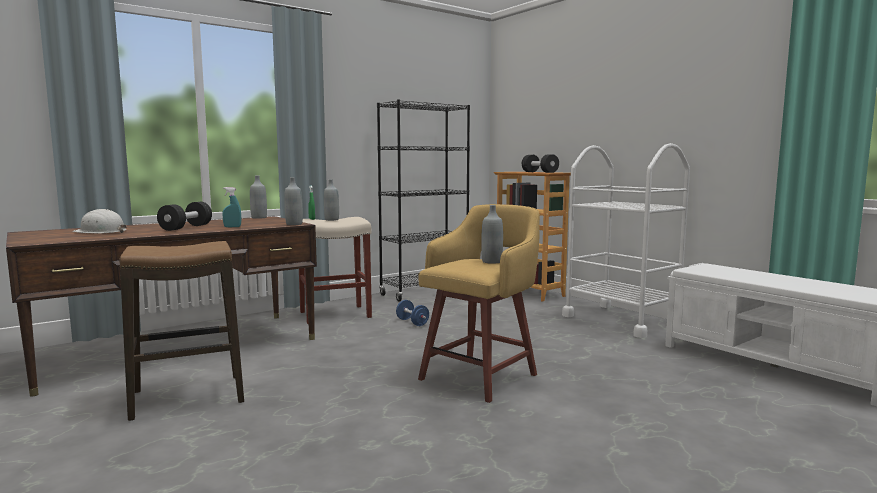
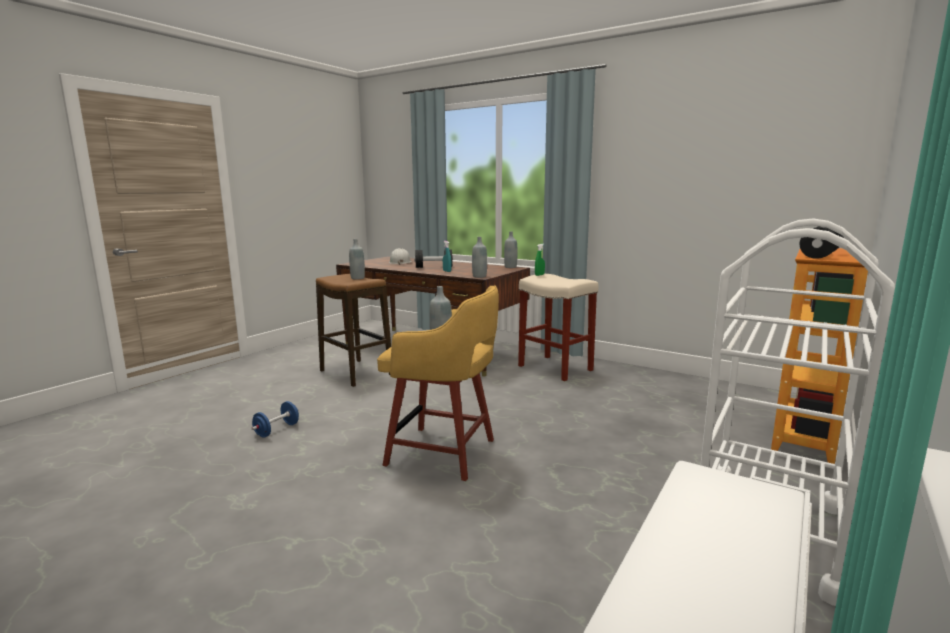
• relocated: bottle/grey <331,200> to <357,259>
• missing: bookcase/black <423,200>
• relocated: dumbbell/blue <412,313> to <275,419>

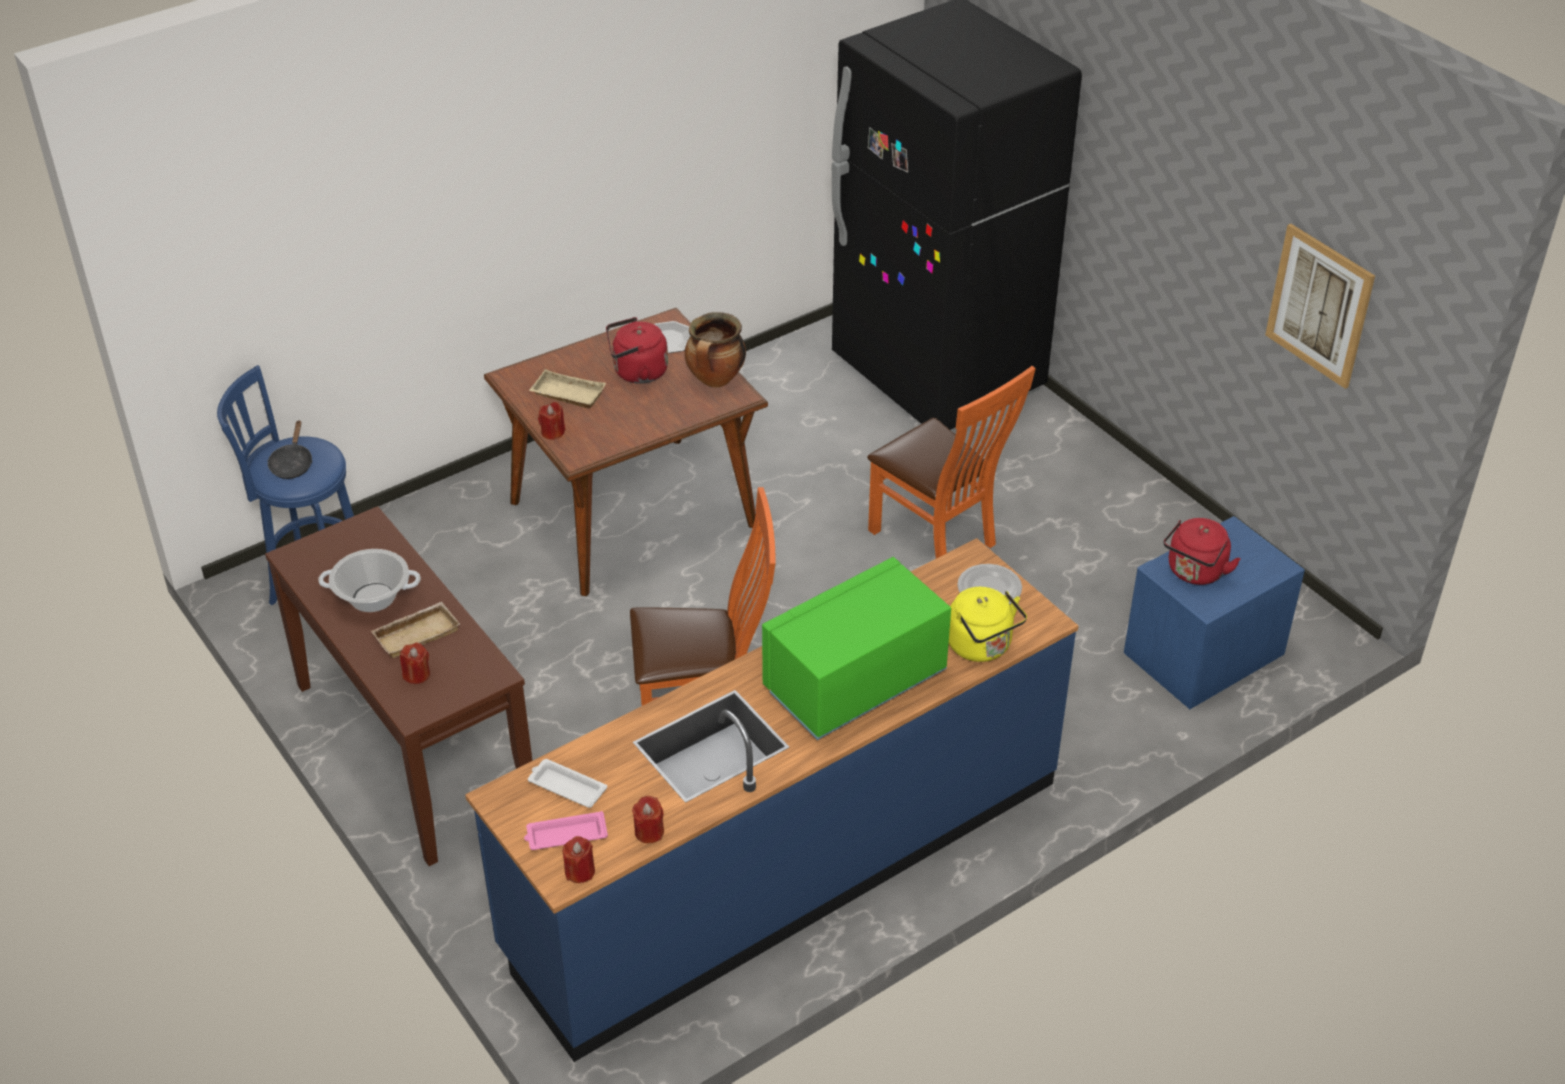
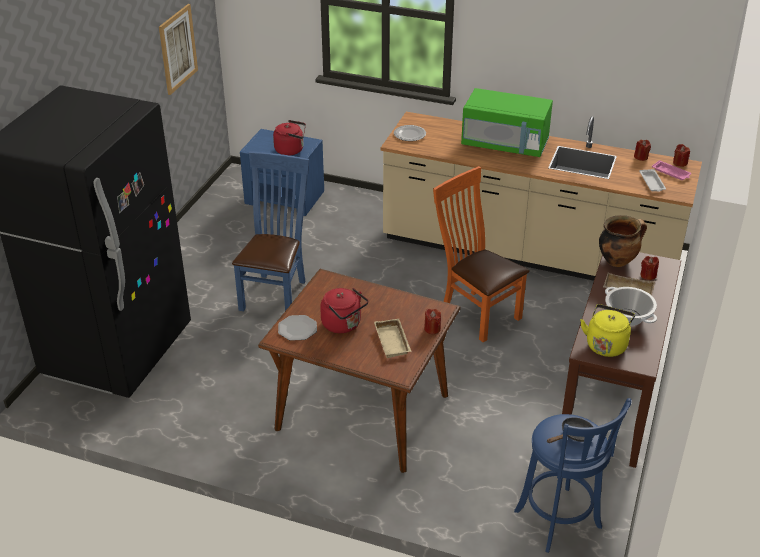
• colour: counter/blue <771,800> to counter/beige <541,196>
• relocated: cooking pot <715,349> to <623,241>
• colour: chair/orange <951,462> to chair/blue <270,231>
• relocated: kettle/yellow <988,624> to <607,330>

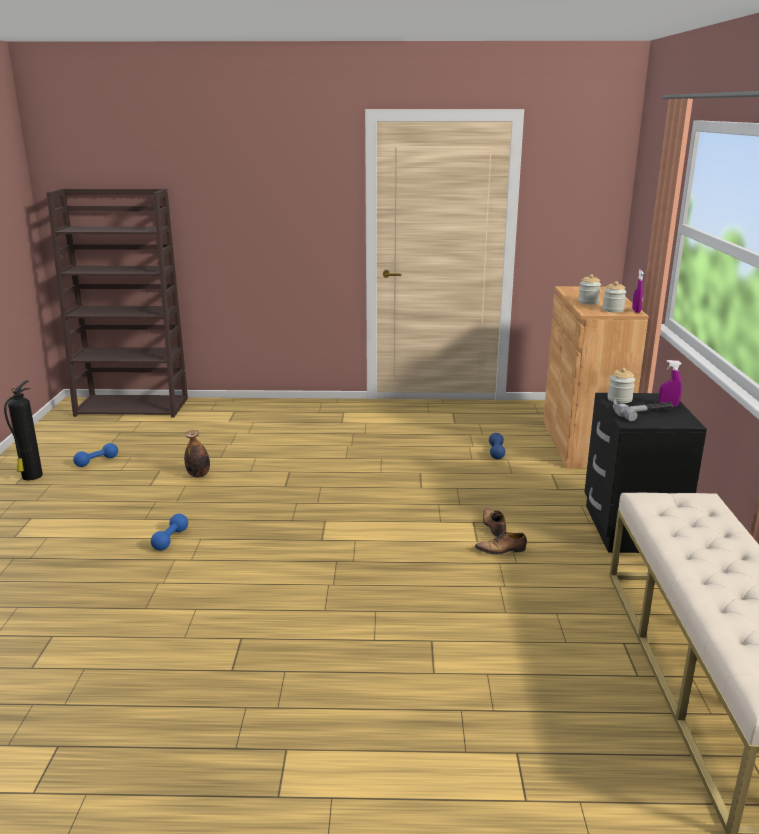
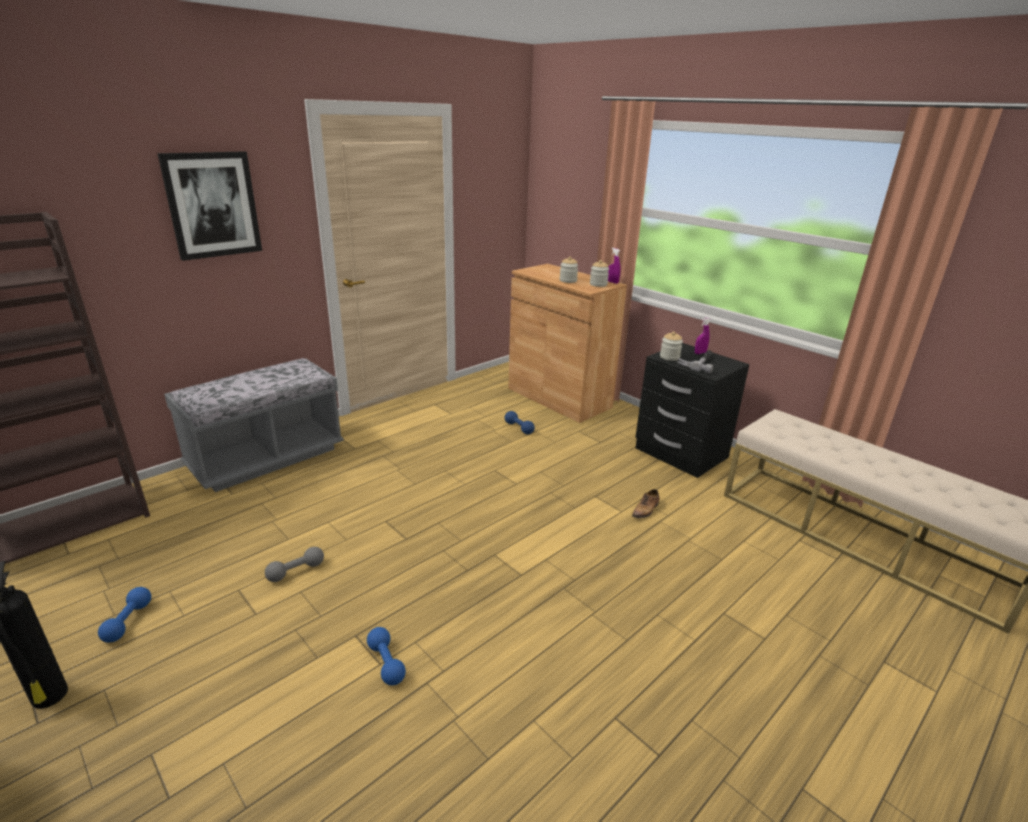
• exchanged: bottle <197,453> to dumbbell/grey <294,564>
• missing: shoe <494,522>
• appeared: picture <209,206>
• appeared: bench/grey <254,425>

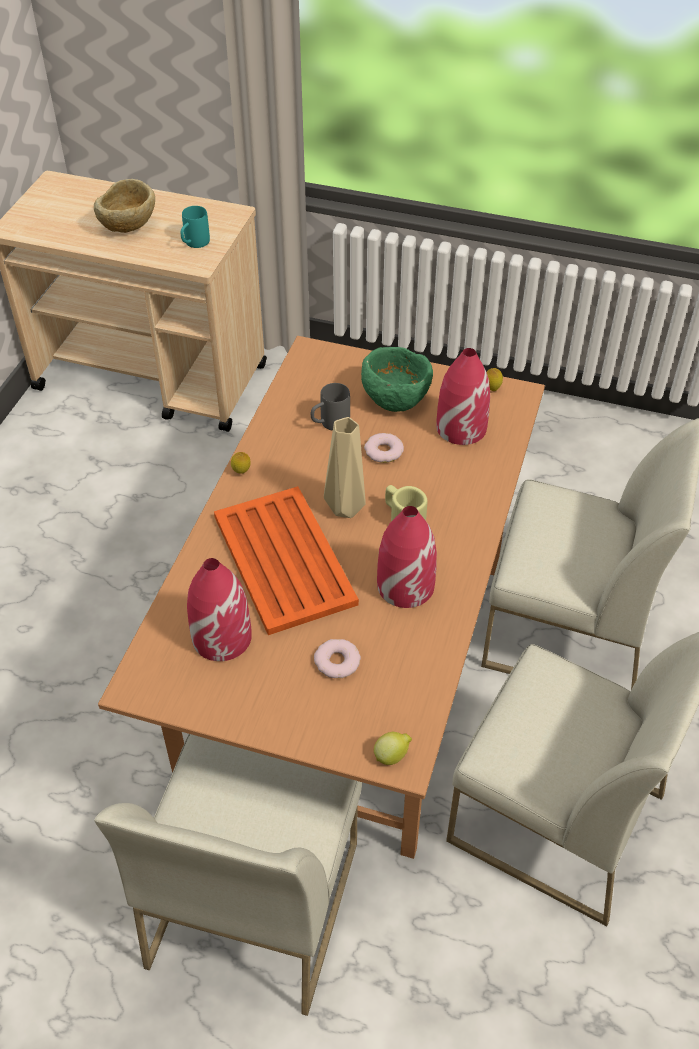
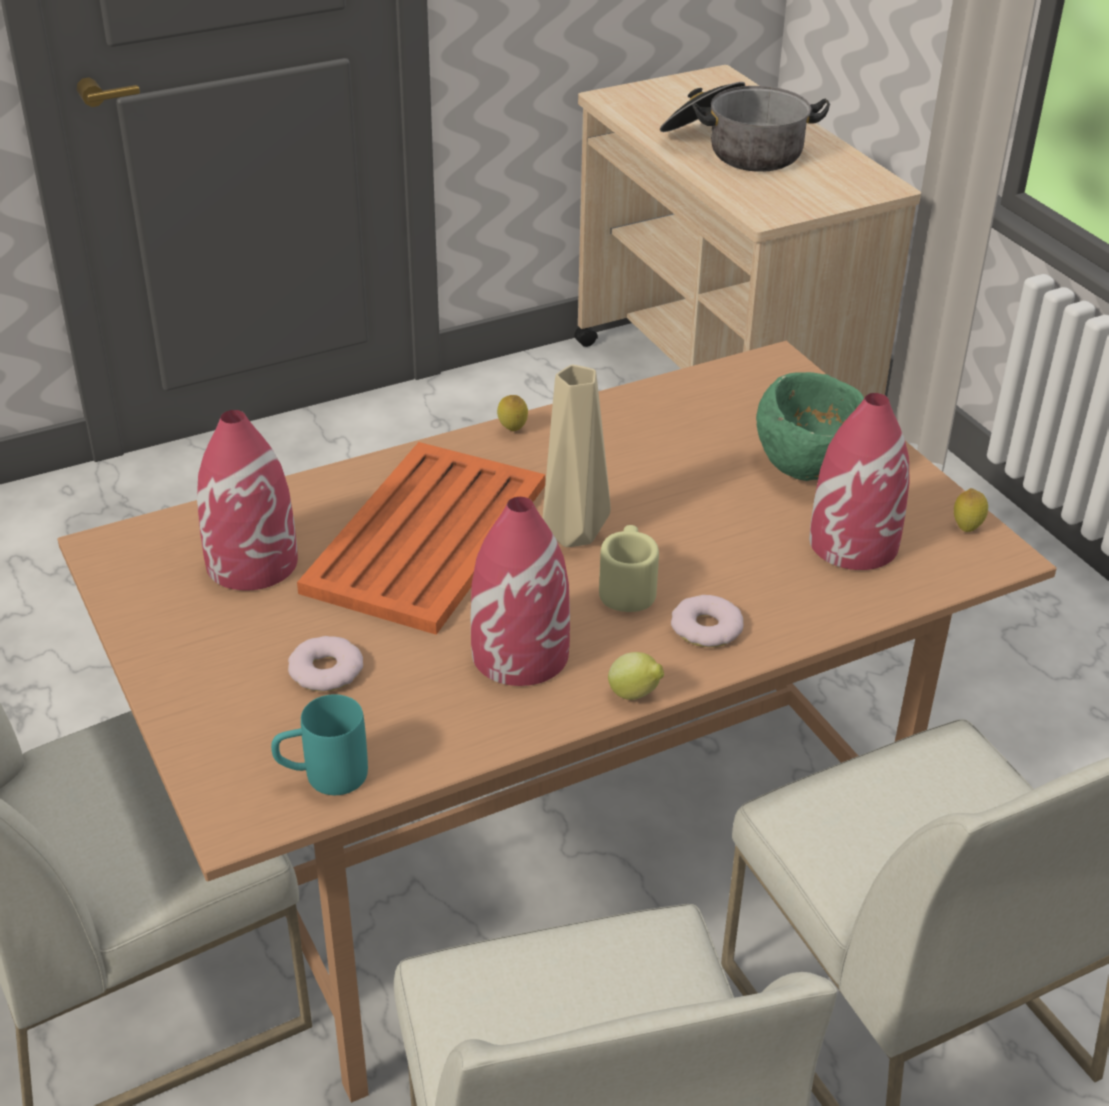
• exchanged: bowl/beige <124,206> to cooking pot <745,127>
• relocated: mug/turquoise <195,227> to <319,744>
• missing: mug/grey <330,407>
• relocated: donut <384,448> to <707,621>
• relocated: lemon <393,748> to <636,676>

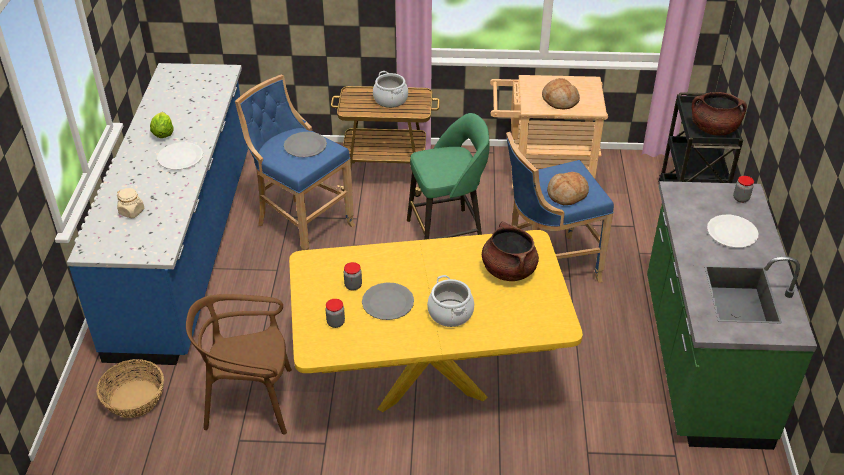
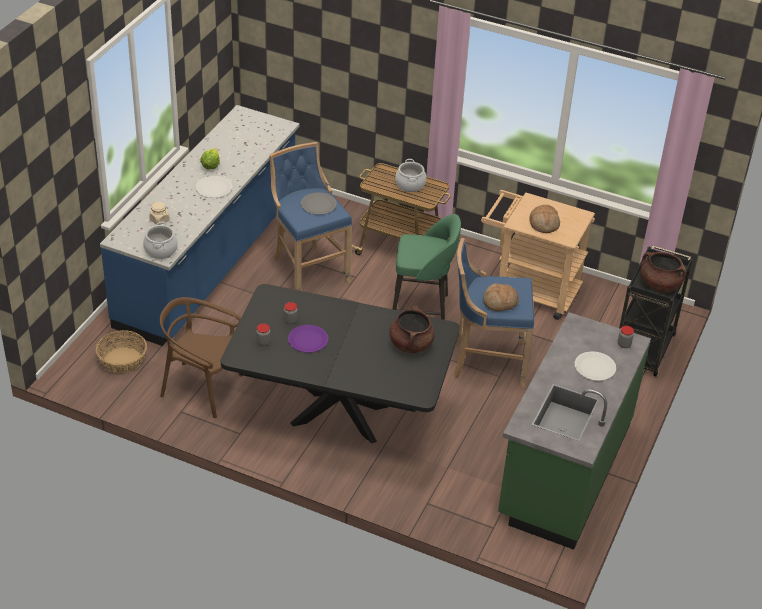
• colour: dining table/yellow <436,321> to dining table/black <340,363>
• colour: plate/grey <388,301> to plate/purple <308,339>
• relocated: cooking pot <450,301> to <160,240>

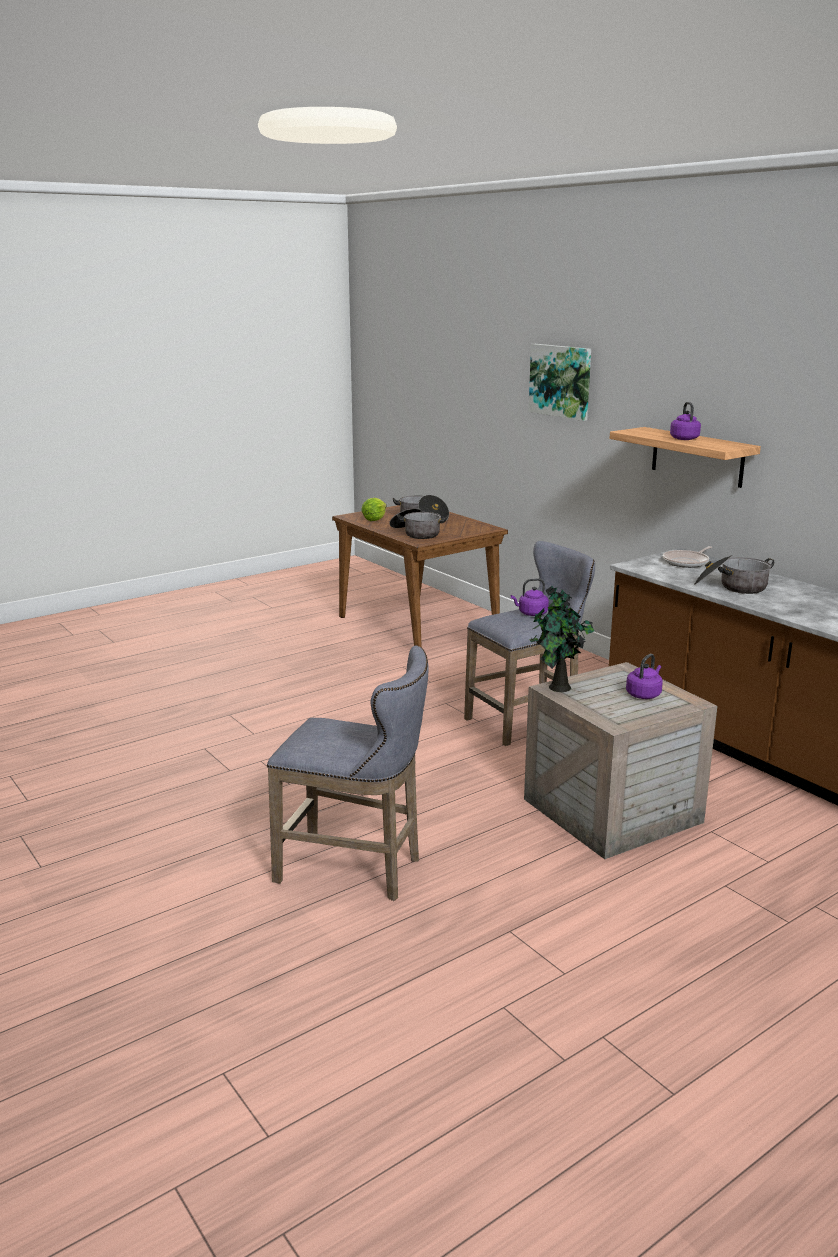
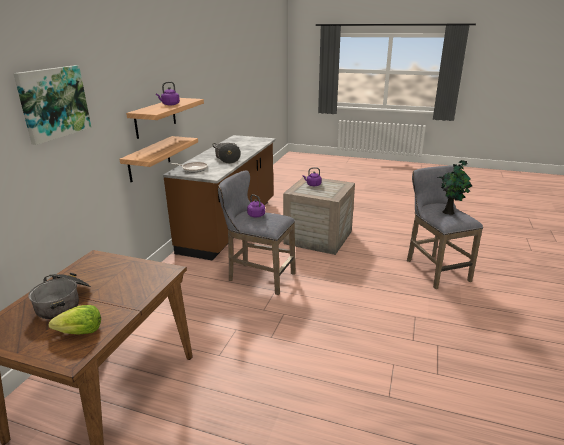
• missing: cooking pot <418,523>
• relocated: potted plant <561,639> to <455,187>
• appeared: shelf <159,159>

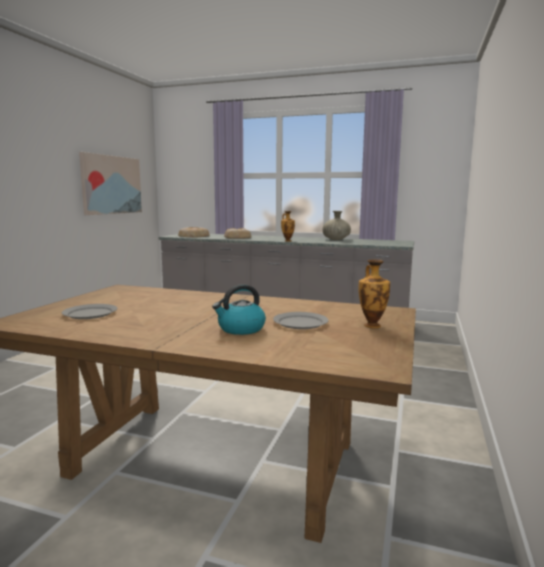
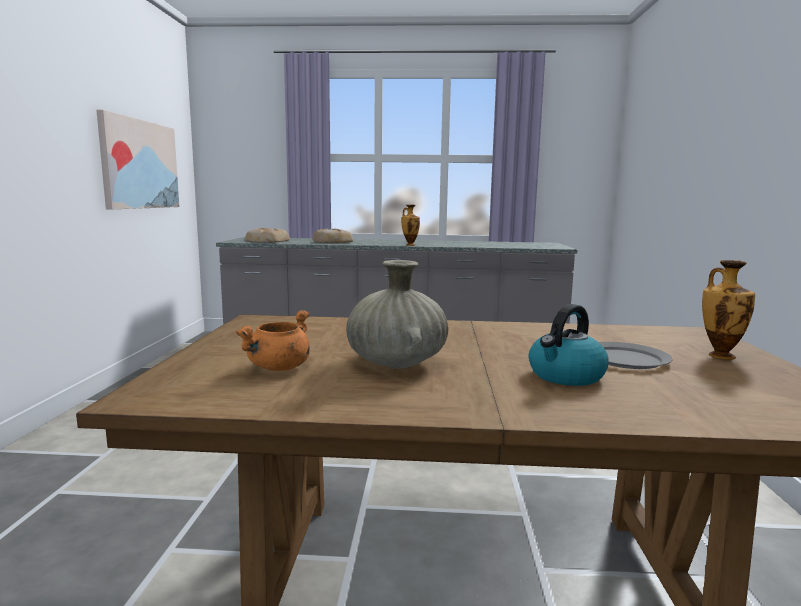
• exchanged: plate/grey <90,311> to cooking pot/orange <272,340>
• relocated: vase/beige <336,225> to <397,314>

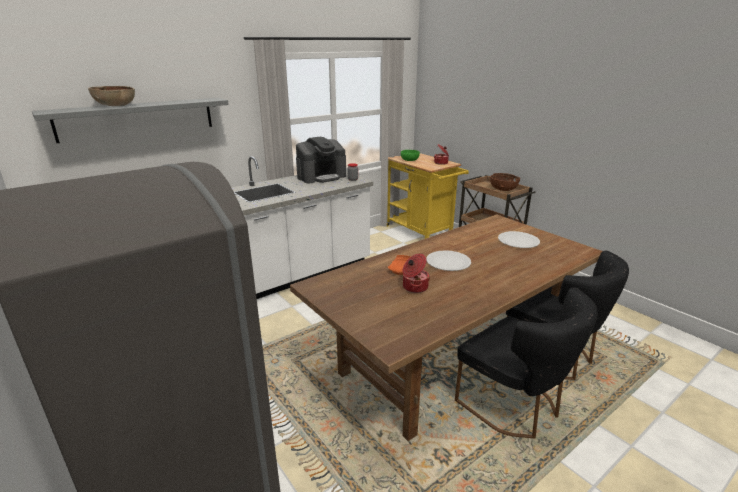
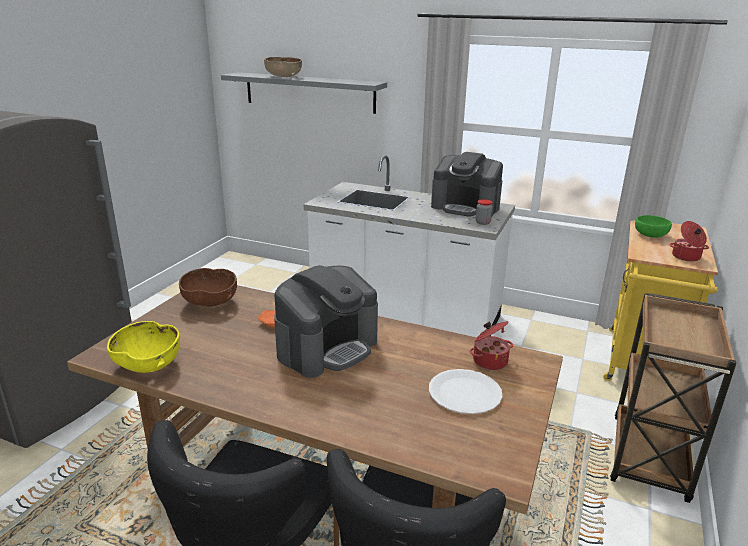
• relocated: cooking pot <416,273> to <491,345>
• exchanged: plate/white <448,260> to coffee machine <326,321>
• relocated: bowl/brown <505,182> to <208,287>
• appeared: bowl/yellow <143,347>

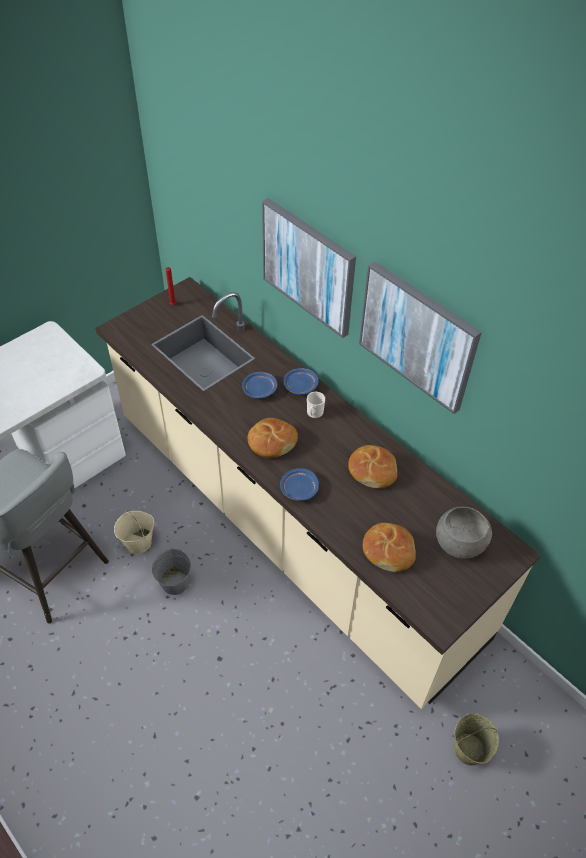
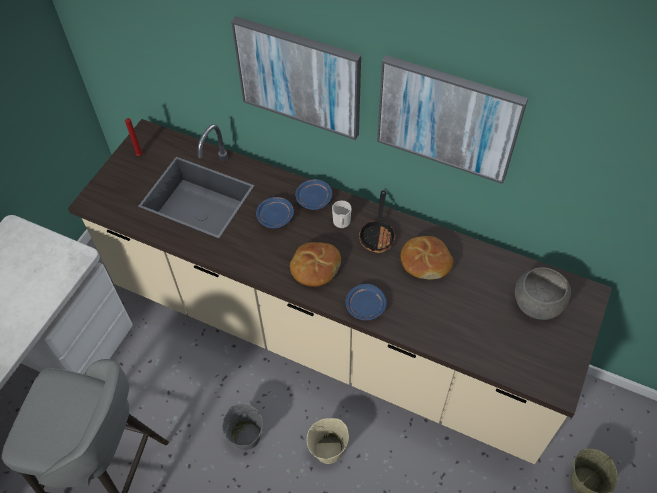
• relocated: bucket/beige <134,532> to <328,441>
• missing: bread <389,547>
• appeared: frying pan <377,221>

